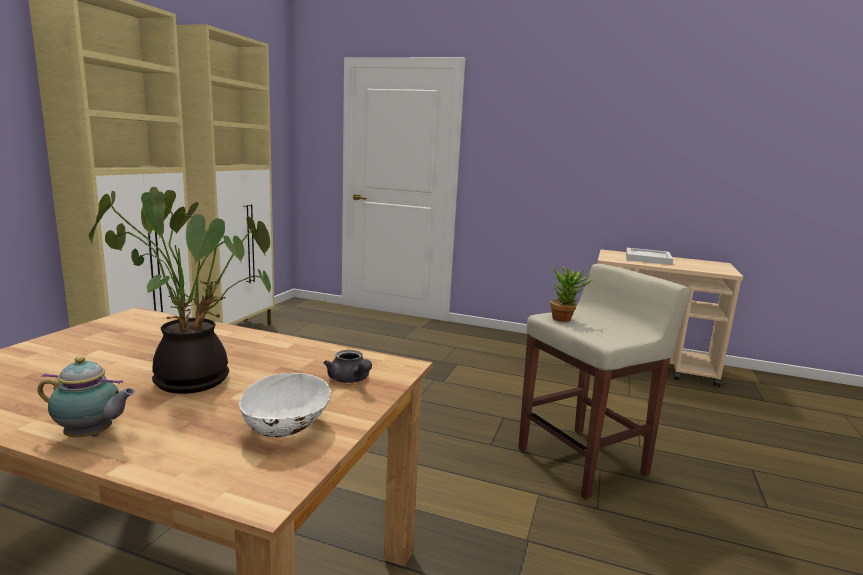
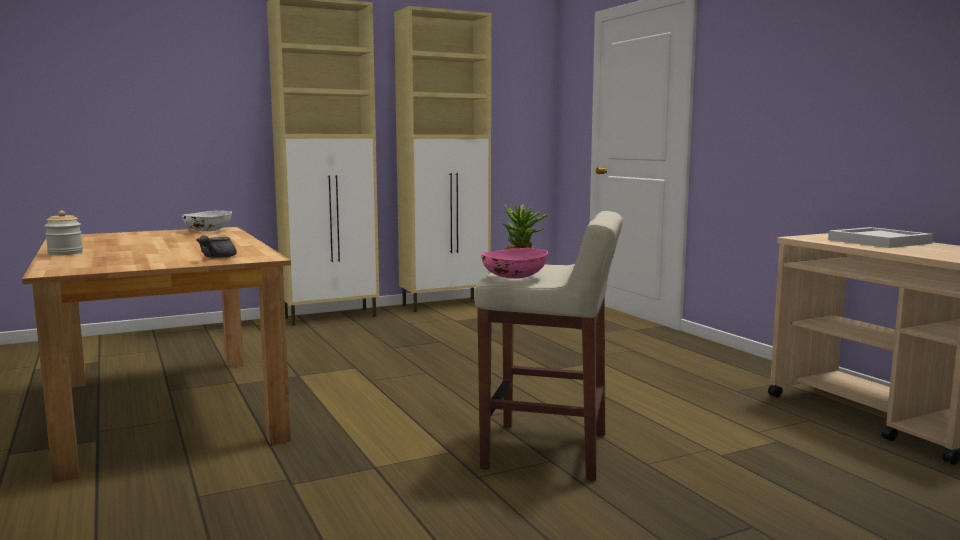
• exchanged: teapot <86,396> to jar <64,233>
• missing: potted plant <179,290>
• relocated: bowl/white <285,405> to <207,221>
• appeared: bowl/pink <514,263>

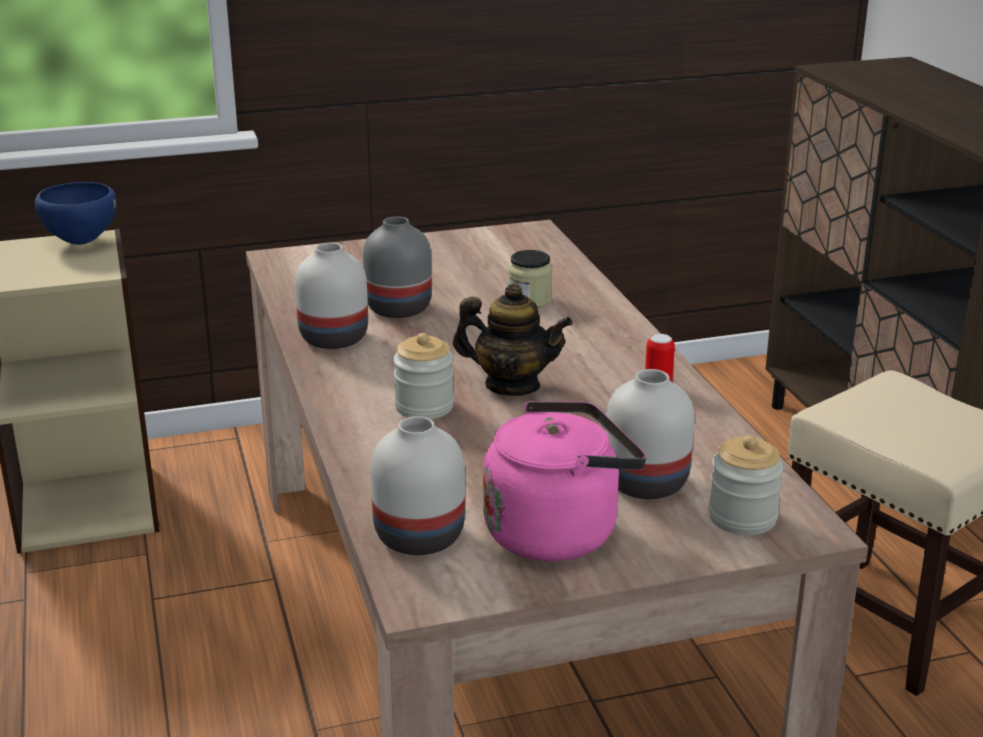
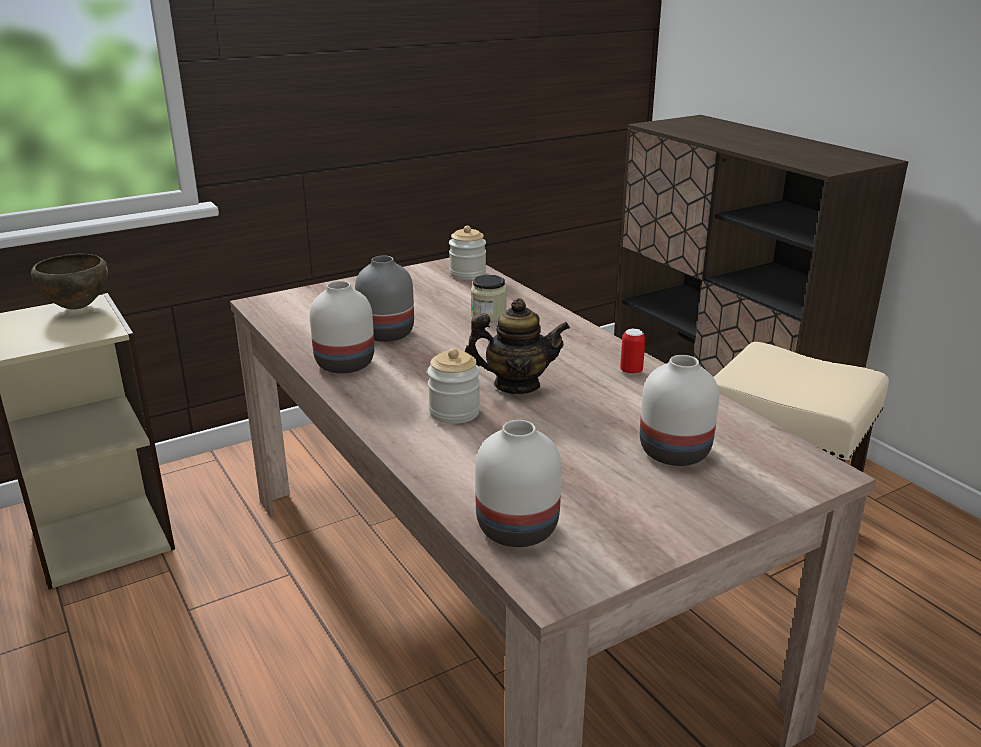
• colour: bowl/blue <76,213> to bowl/brown <69,282>
• missing: kettle/pink <564,481>
• relocated: jar <746,485> to <467,253>

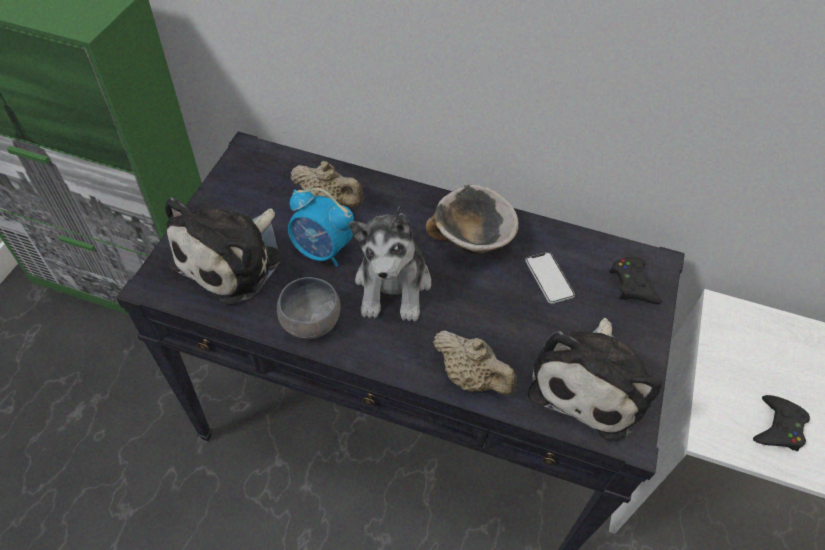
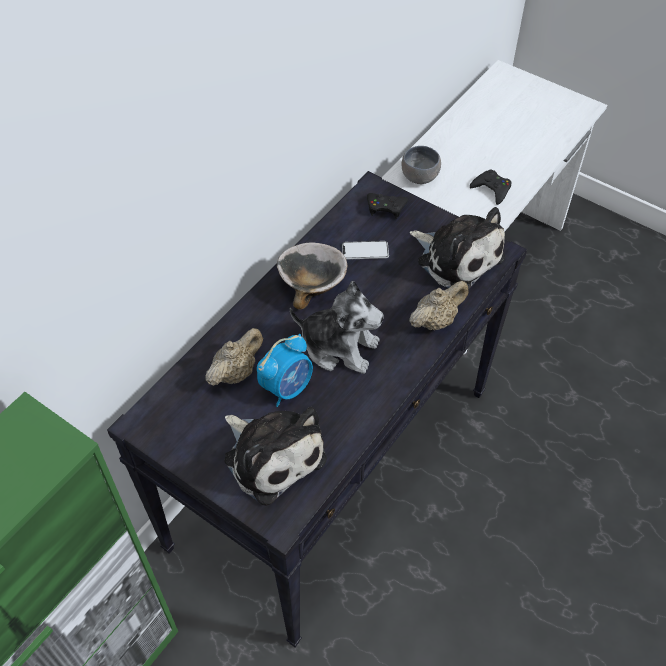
• relocated: bowl/grey <309,308> to <421,165>

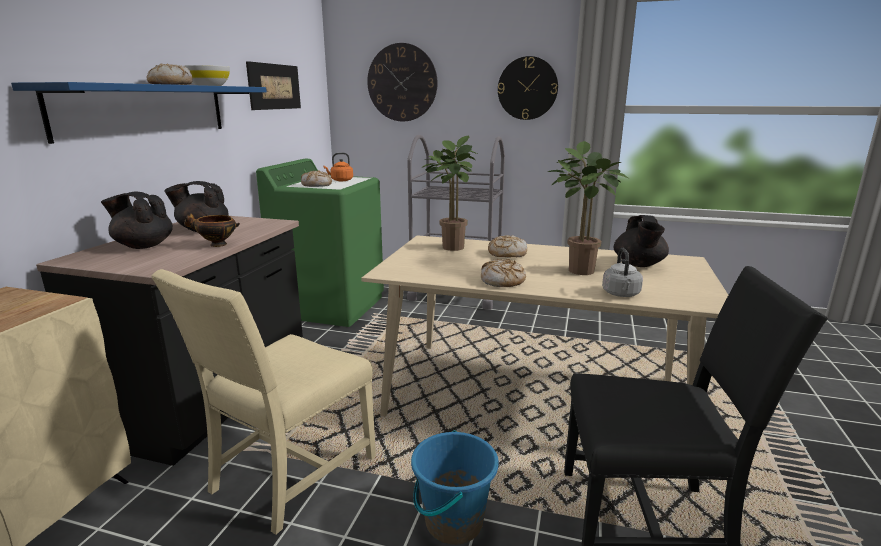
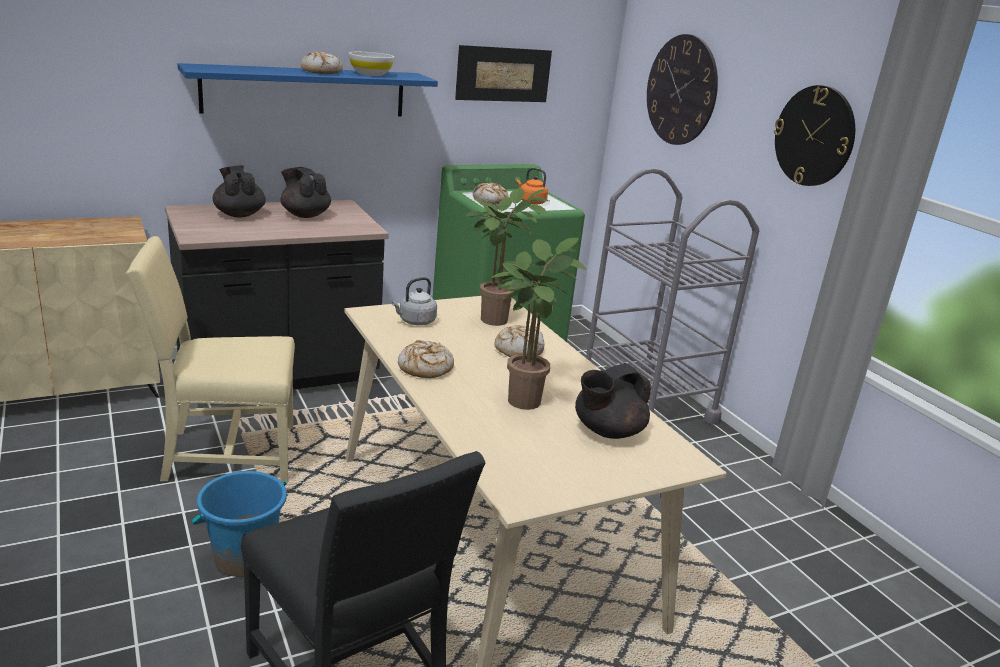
• missing: bowl <212,230>
• relocated: kettle/grey <622,272> to <414,301>

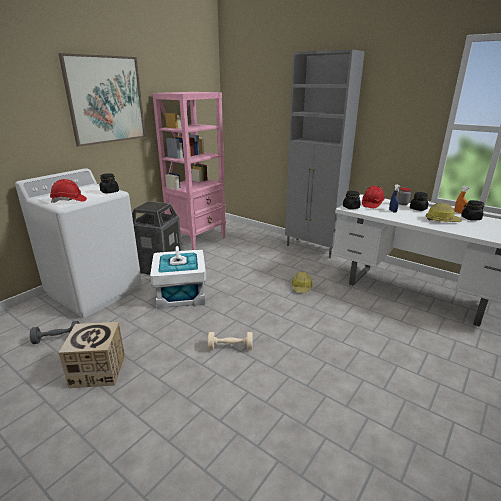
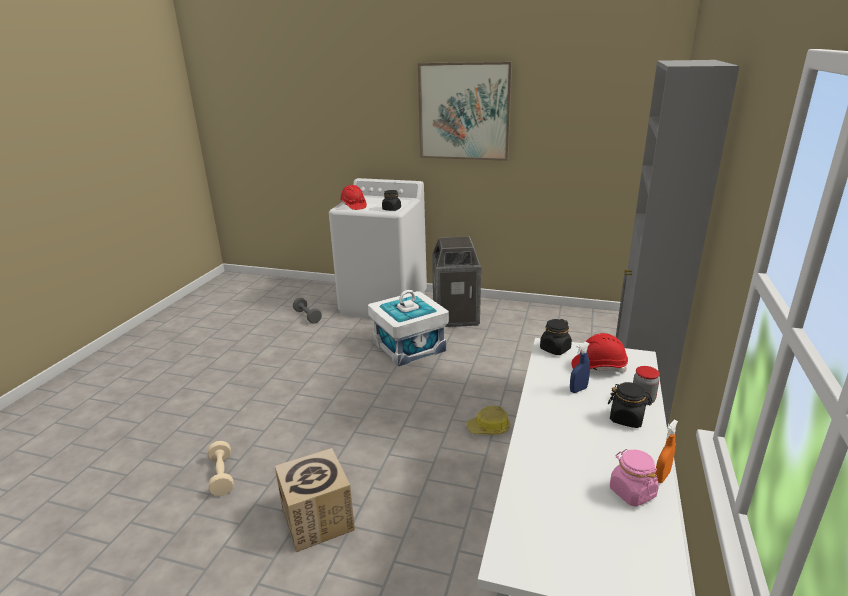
• relocated: cardboard box <92,355> to <315,500>
• missing: bookcase/pink <189,171>
• relocated: dumbbell/beige <230,341> to <221,468>
• missing: hard hat <444,212>
• colour: jar/black <472,210> to jar/pink <634,478>

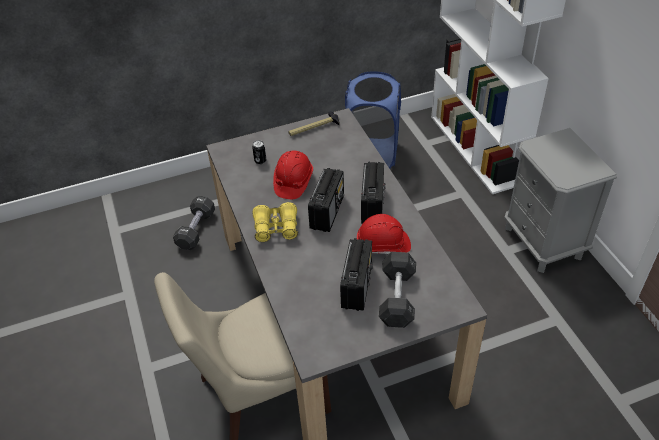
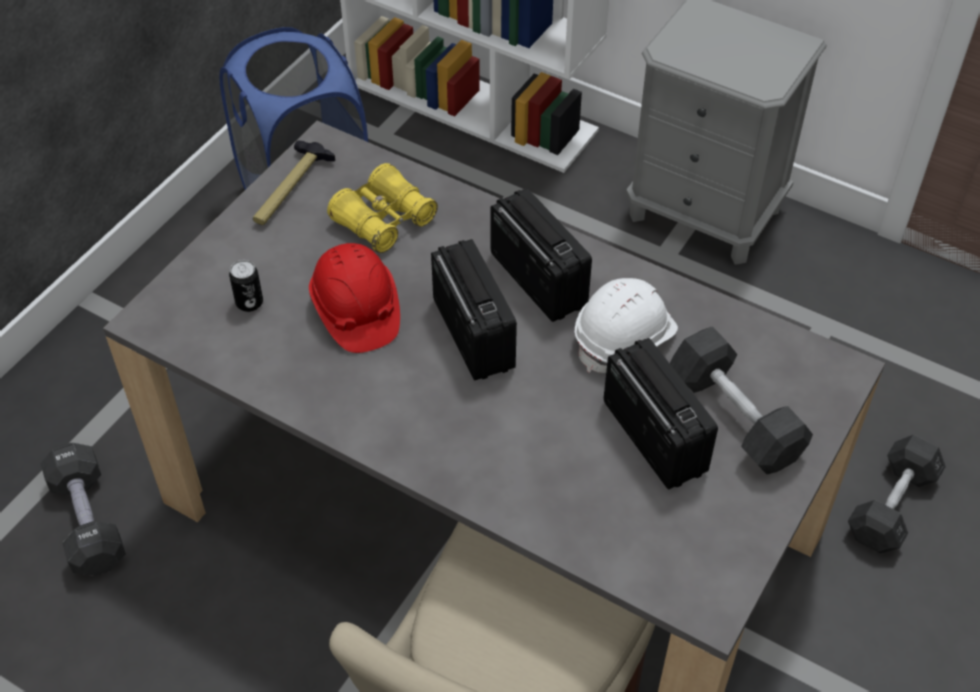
• relocated: binoculars/yellow <275,222> to <382,208>
• colour: hard hat/red <384,234> to hard hat/white <626,325>
• appeared: dumbbell/grey <897,494>

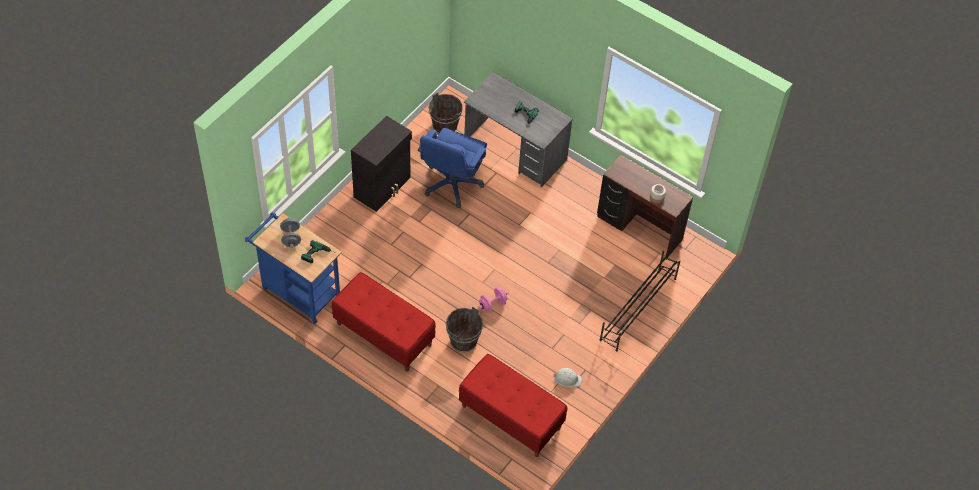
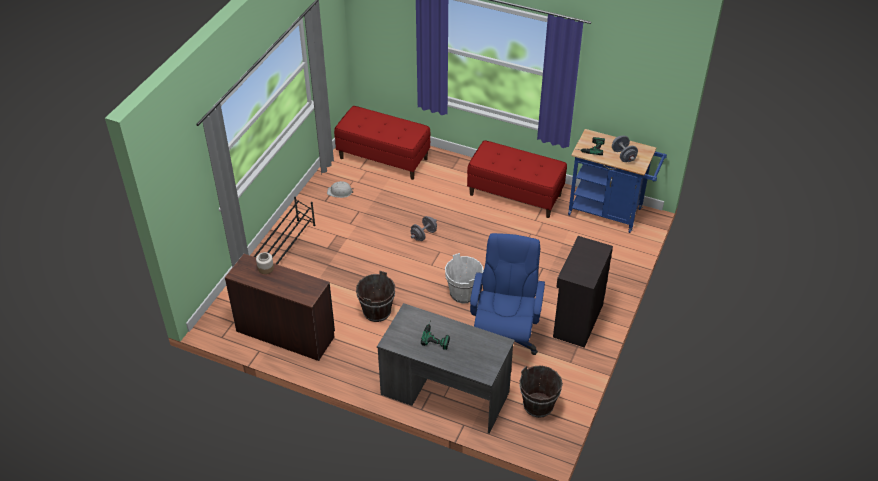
• relocated: bucket/brown <464,330> to <375,296>
• colour: dumbbell/pink <493,300> to dumbbell/grey <423,228>
• appeared: bucket/white <464,278>

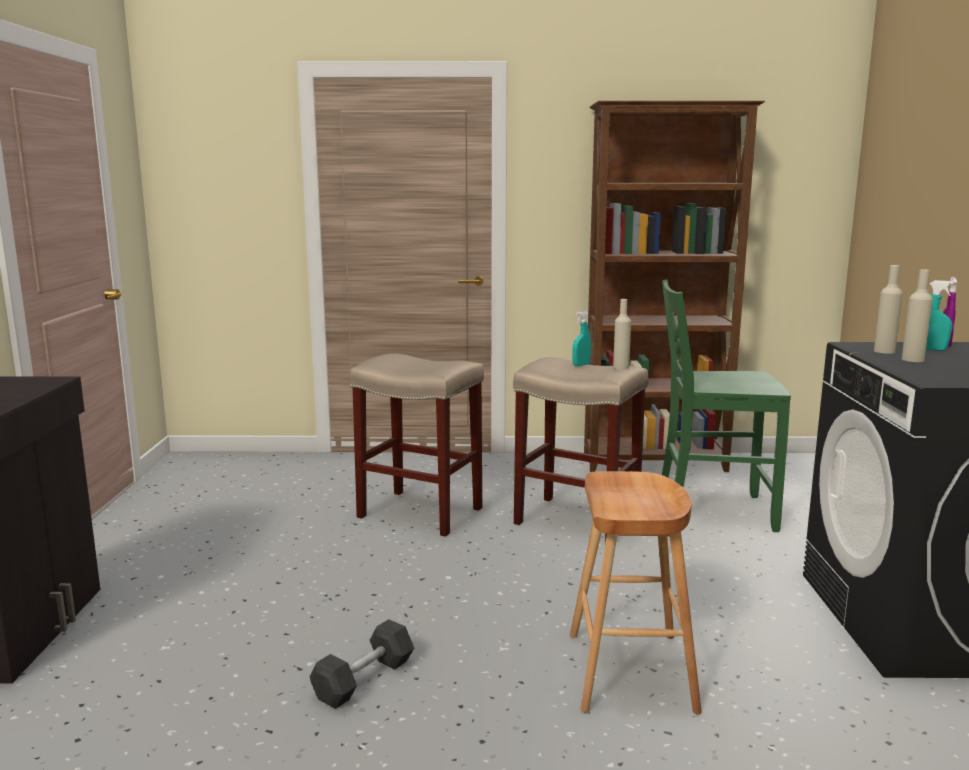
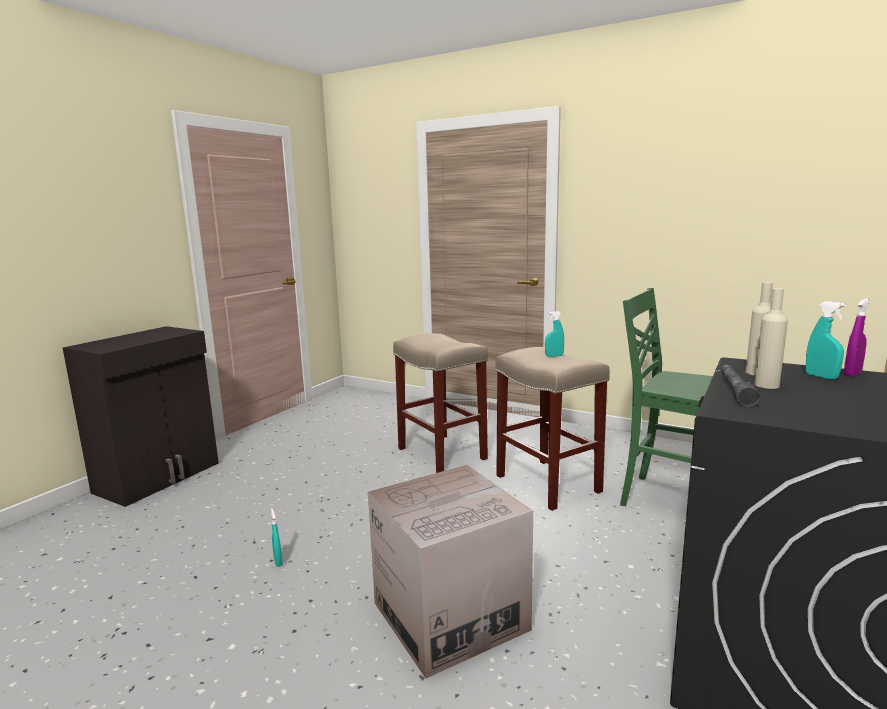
• exchanged: dumbbell/grey <362,664> to spray bottle/turquoise <277,538>
• exchanged: stool/brown <636,593> to cardboard box <450,571>
• missing: bookcase/brown <674,286>
• missing: bottle/beige <622,334>
• appeared: flashlight/grey <740,386>

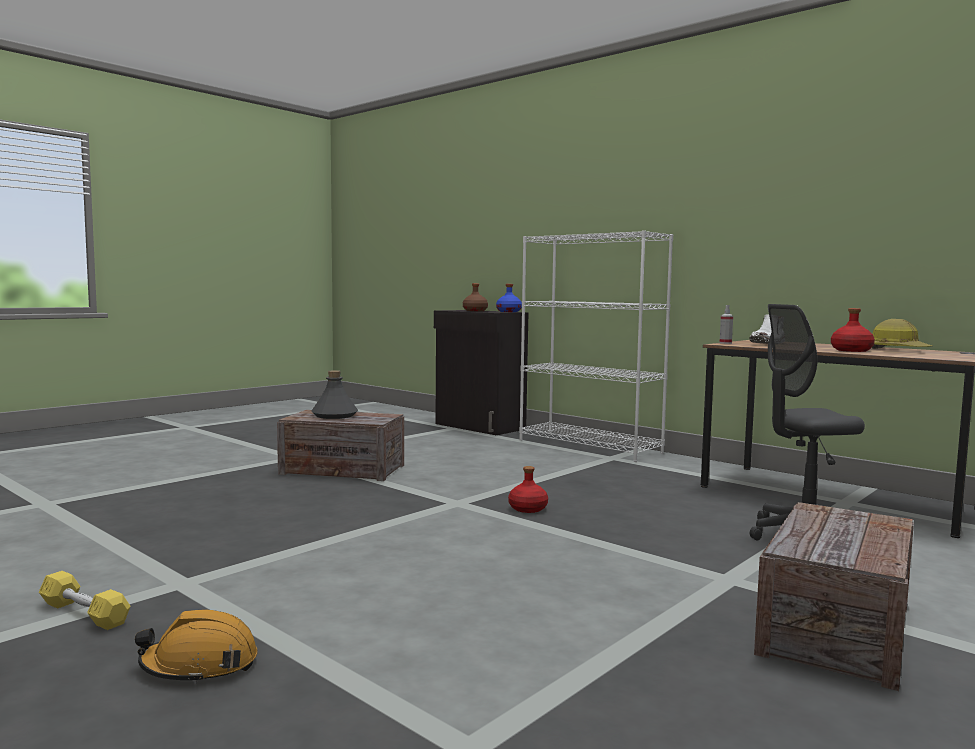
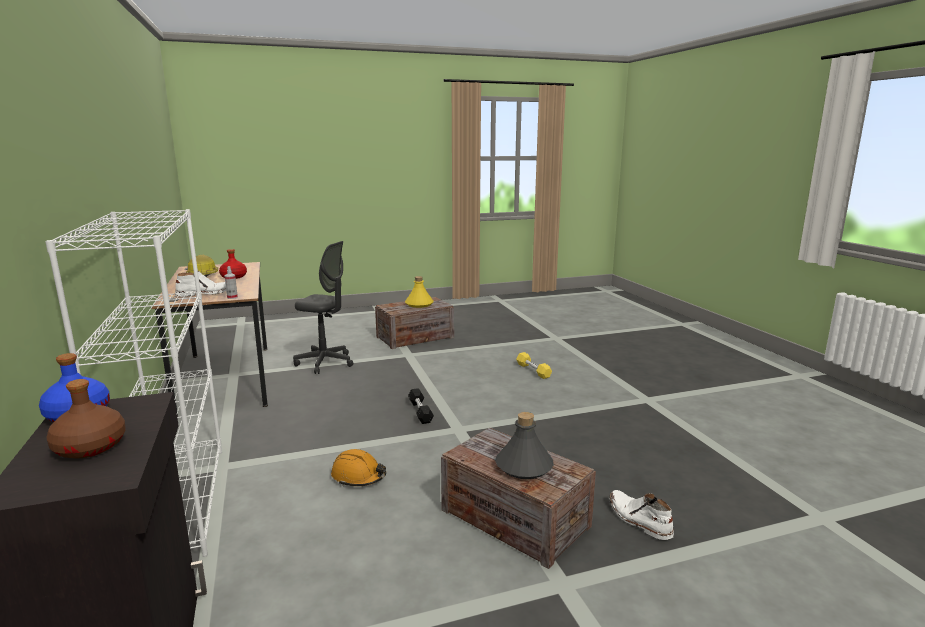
• relocated: dumbbell/yellow <85,600> to <534,365>
• relocated: hard hat/orange <196,647> to <358,467>
• exchanged: bottle/red <528,489> to dumbbell/black <421,406>
• appeared: bottle/yellow <419,292>
• appeared: boot/white <641,515>

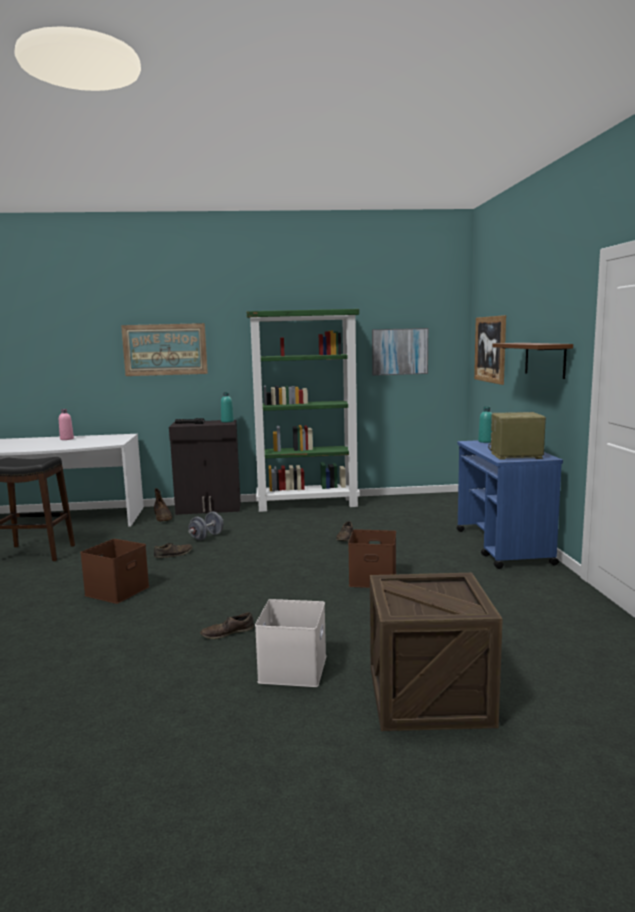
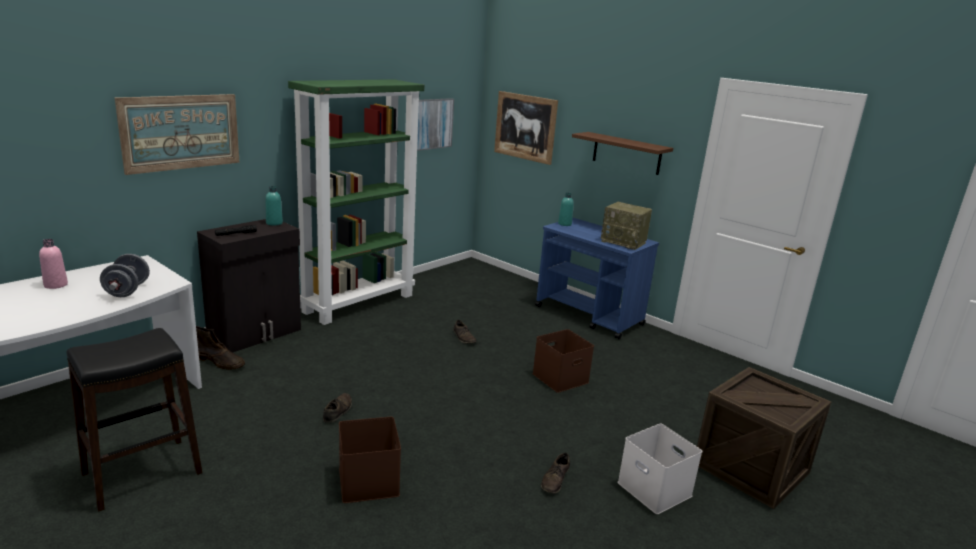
• relocated: dumbbell/grey <206,526> to <125,275>
• spun: radio <517,436> = <626,226> 105 degrees counterclockwise

